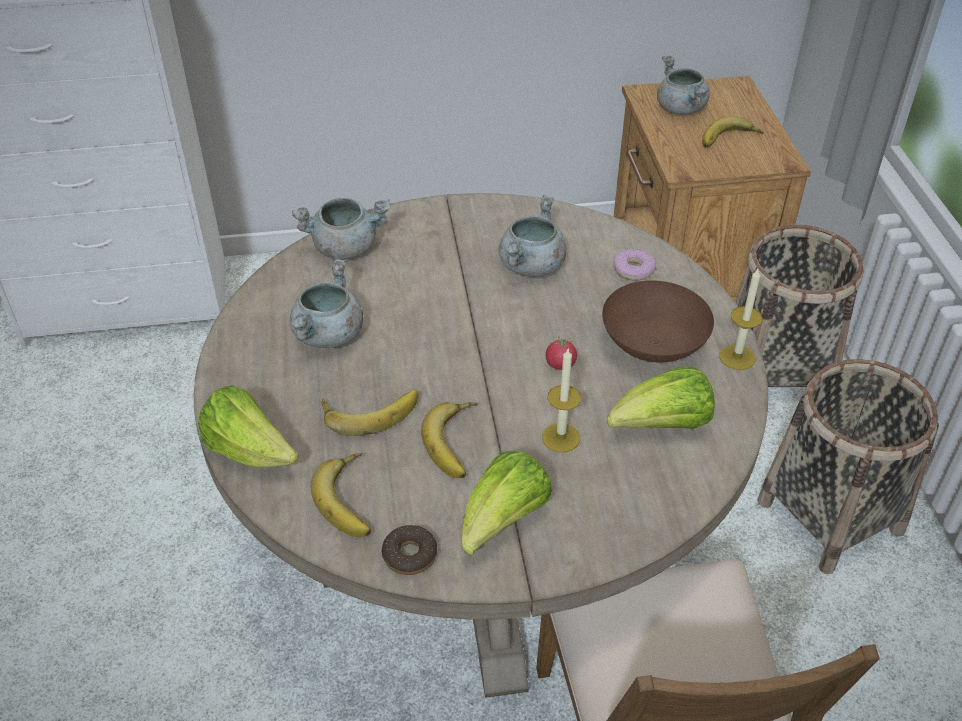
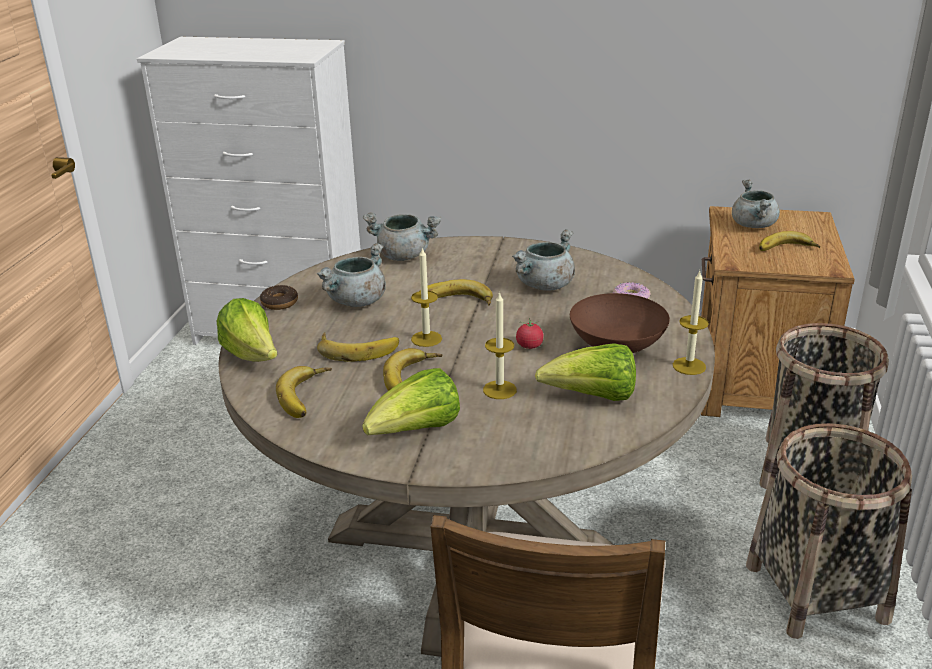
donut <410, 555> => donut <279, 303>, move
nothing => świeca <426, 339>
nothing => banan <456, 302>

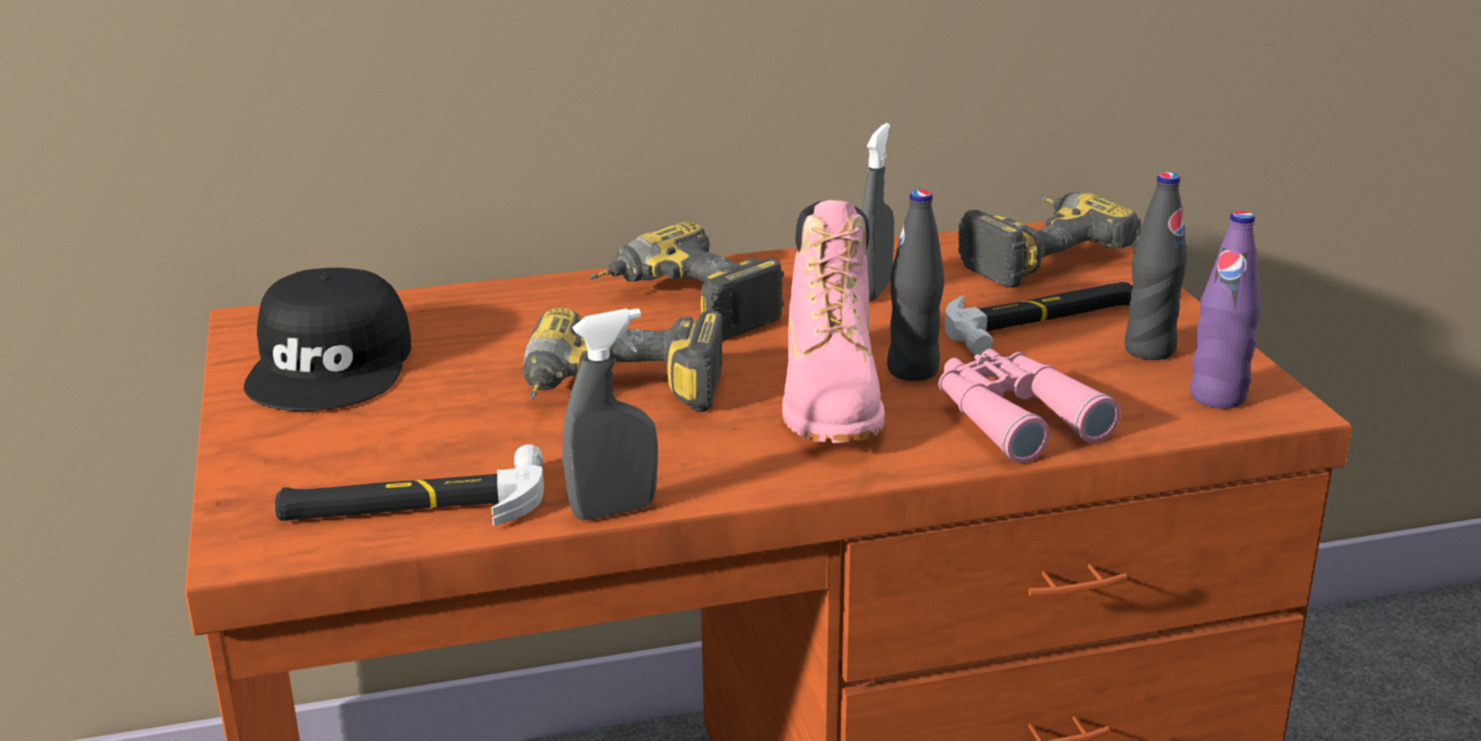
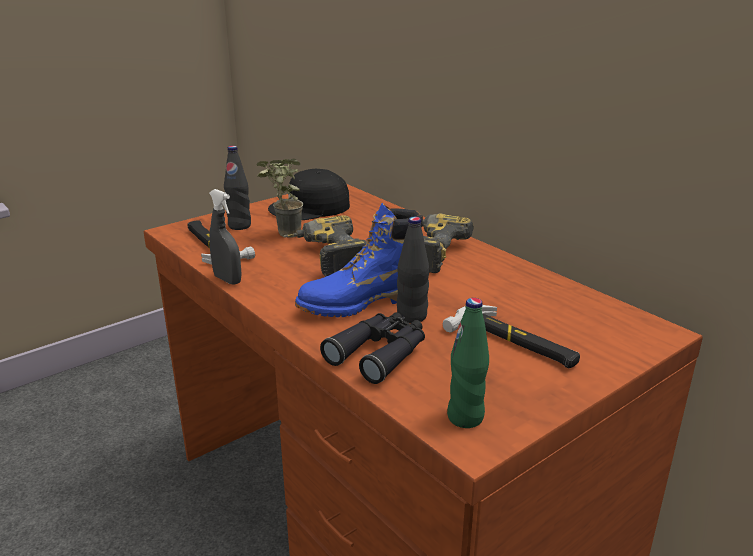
butelka [czarny] <1149, 350> => butelka [czarny] <239, 226>, move
nothing => roślina doniczkowa <283, 235>
but z cholewką [różowy] <831, 400> => but z cholewką [niebieski] <361, 303>
lornetka [różowy] <1014, 418> => lornetka [czarny] <380, 353>
butelka [fioletowy] <1217, 397> => butelka [zielony] <465, 417>
spryskiwacz [szary] <874, 291> => nothing
wiertarka <1035, 255> => nothing

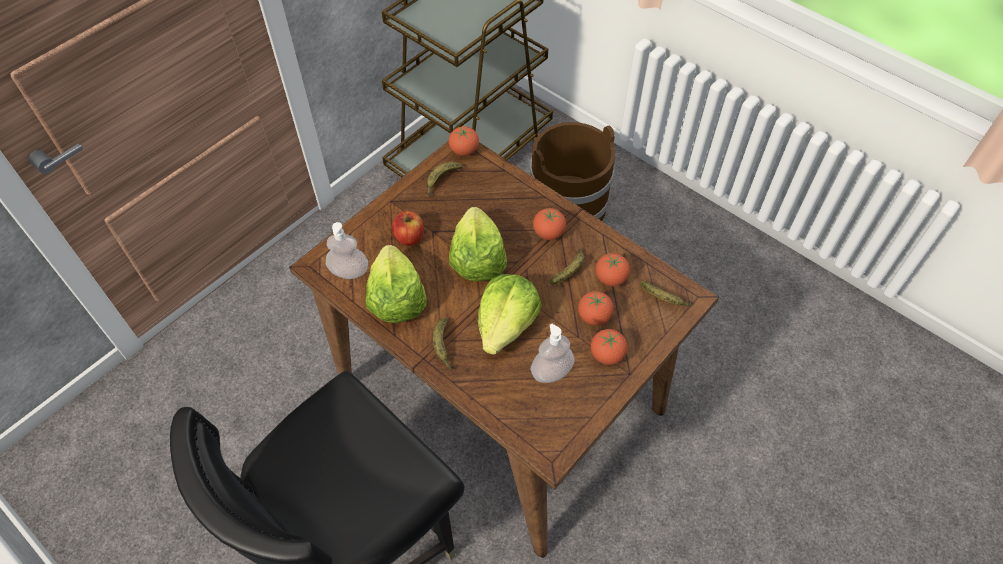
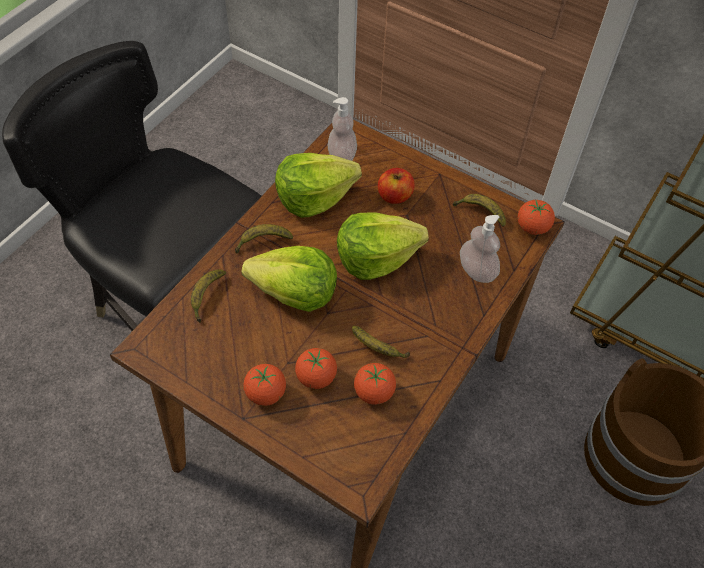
banan <663, 299> => banan <206, 297>, move
dozownik mydła <551, 372> => dozownik mydła <477, 271>, move
pomidor <548, 233> => nothing

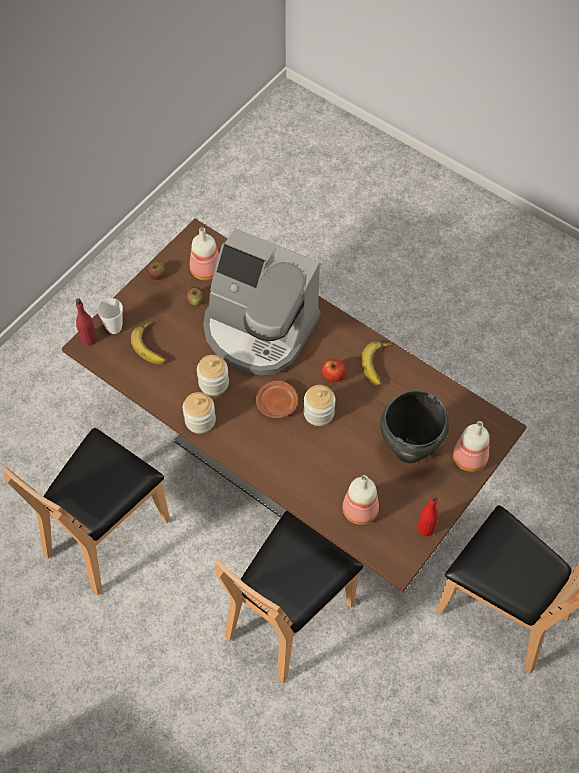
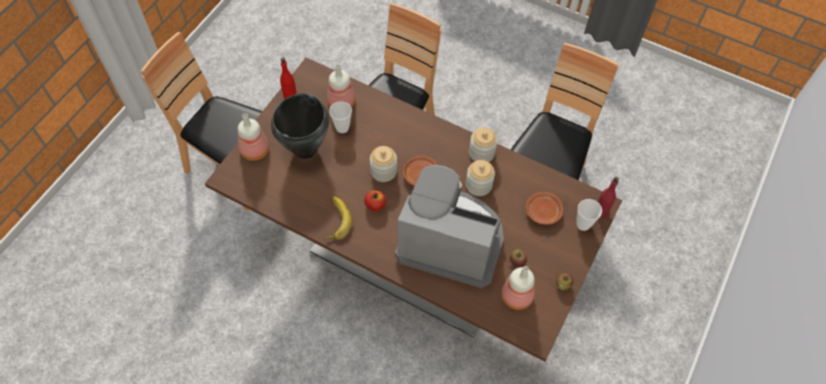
nothing => filiżanka <342, 128>
banan <152, 345> => talerz [brązowy] <543, 212>

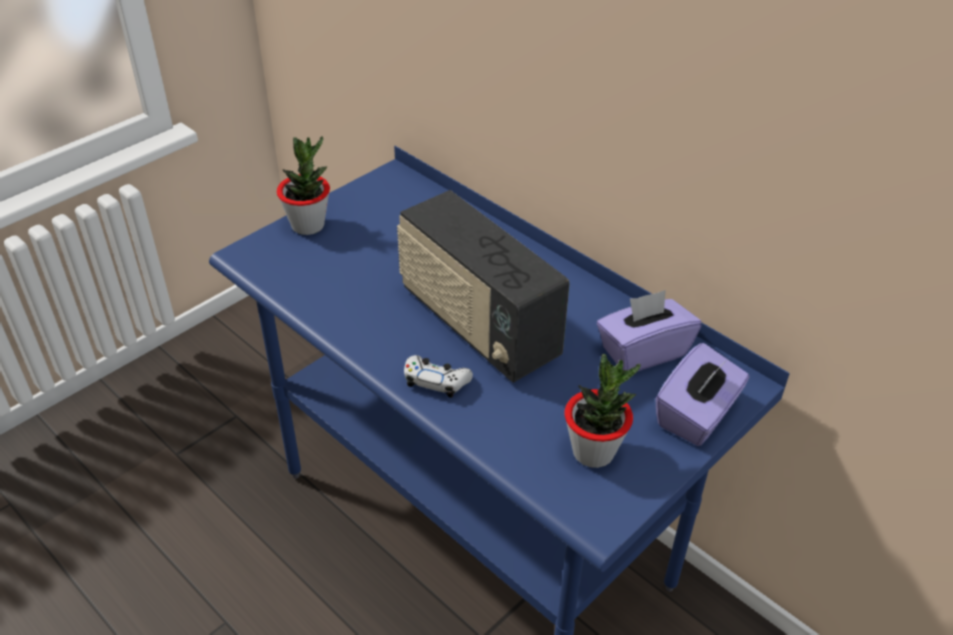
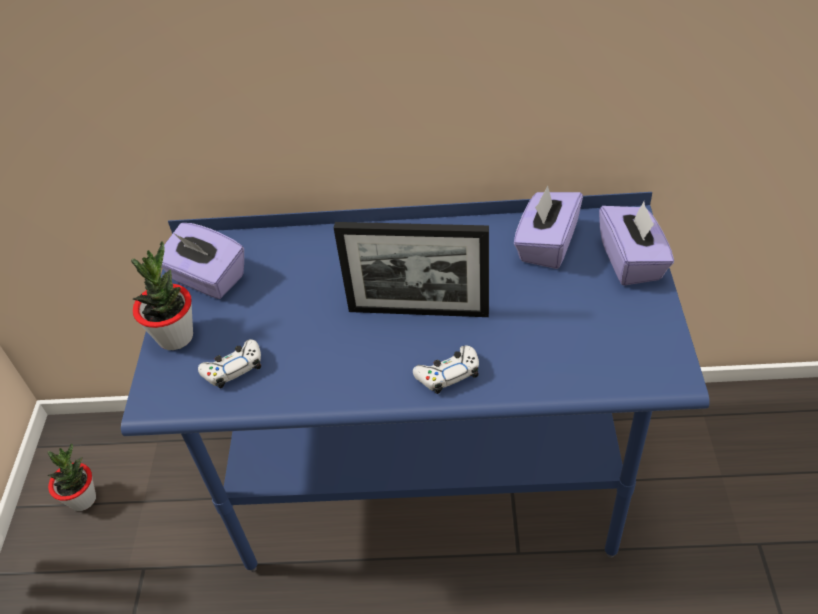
roślina doniczkowa <593, 452> => roślina doniczkowa <83, 499>, move
nothing => pudełko chusteczek [fioletowy] <207, 279>
nothing => pad do gier [biały] <233, 368>
radio <477, 325> => ramka na zdjęcie <418, 311>

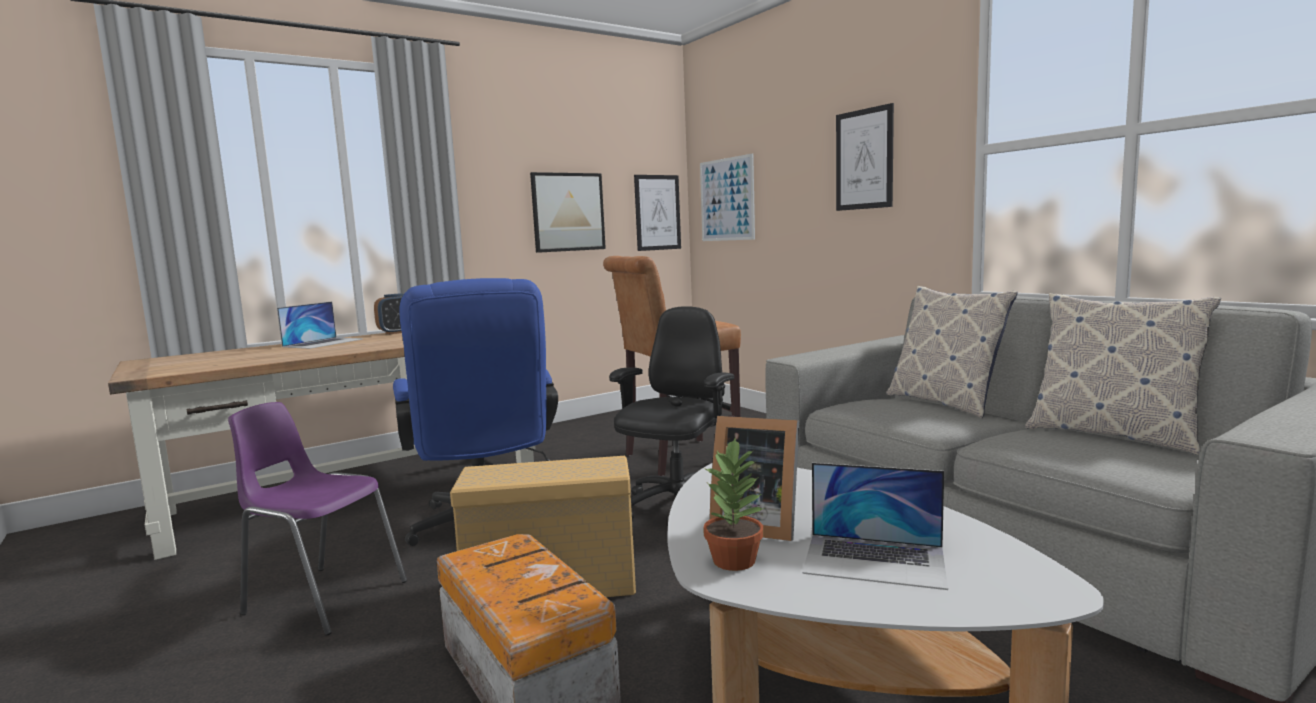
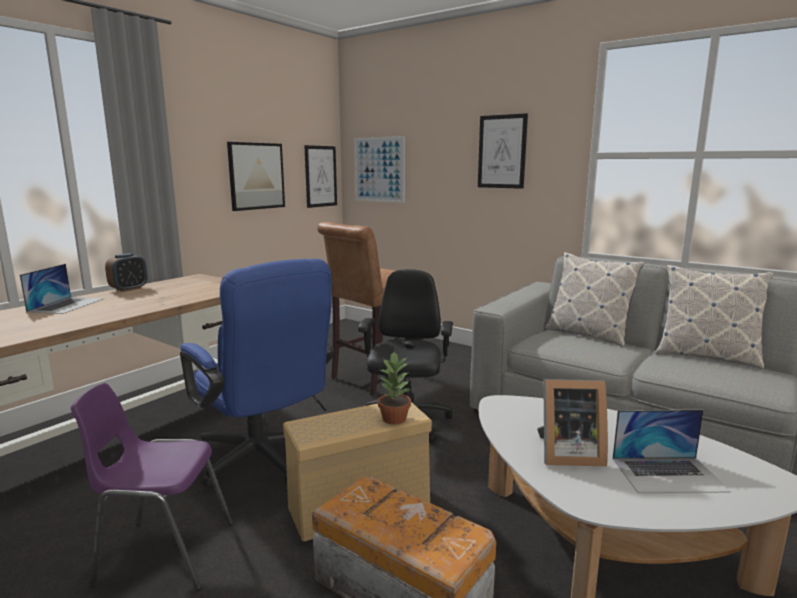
roślina doniczkowa <735, 560> => roślina doniczkowa <395, 418>, move

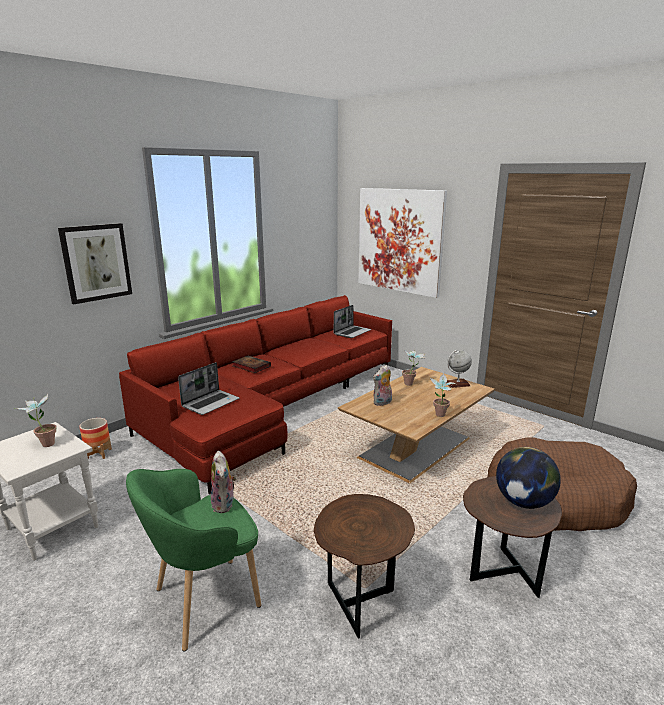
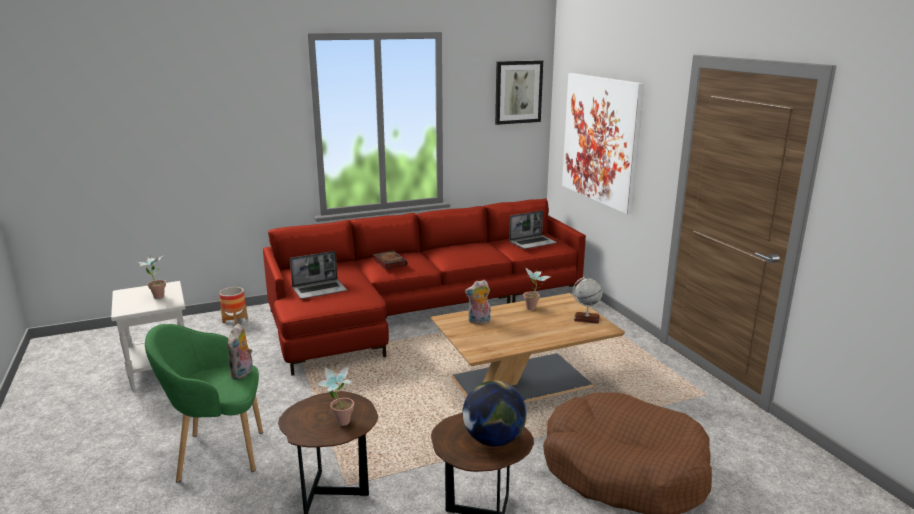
roślina doniczkowa <440, 416> => roślina doniczkowa <339, 424>, move
obraz <96, 262> => obraz <518, 92>, move

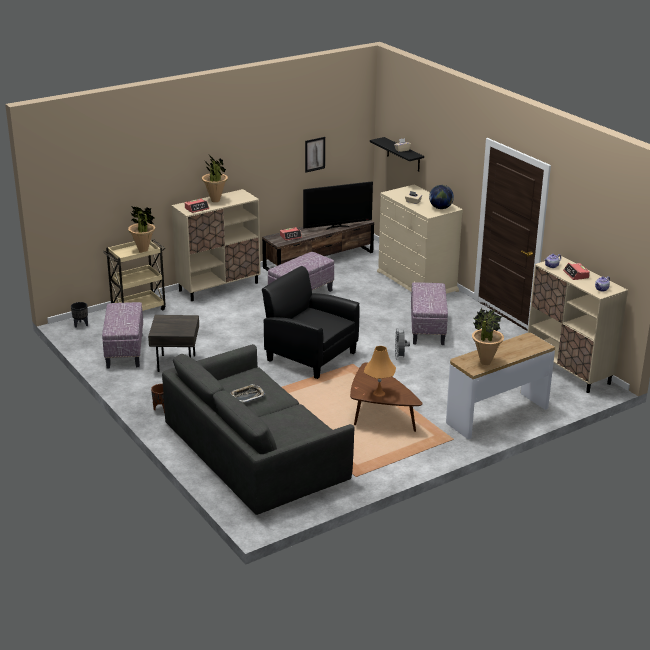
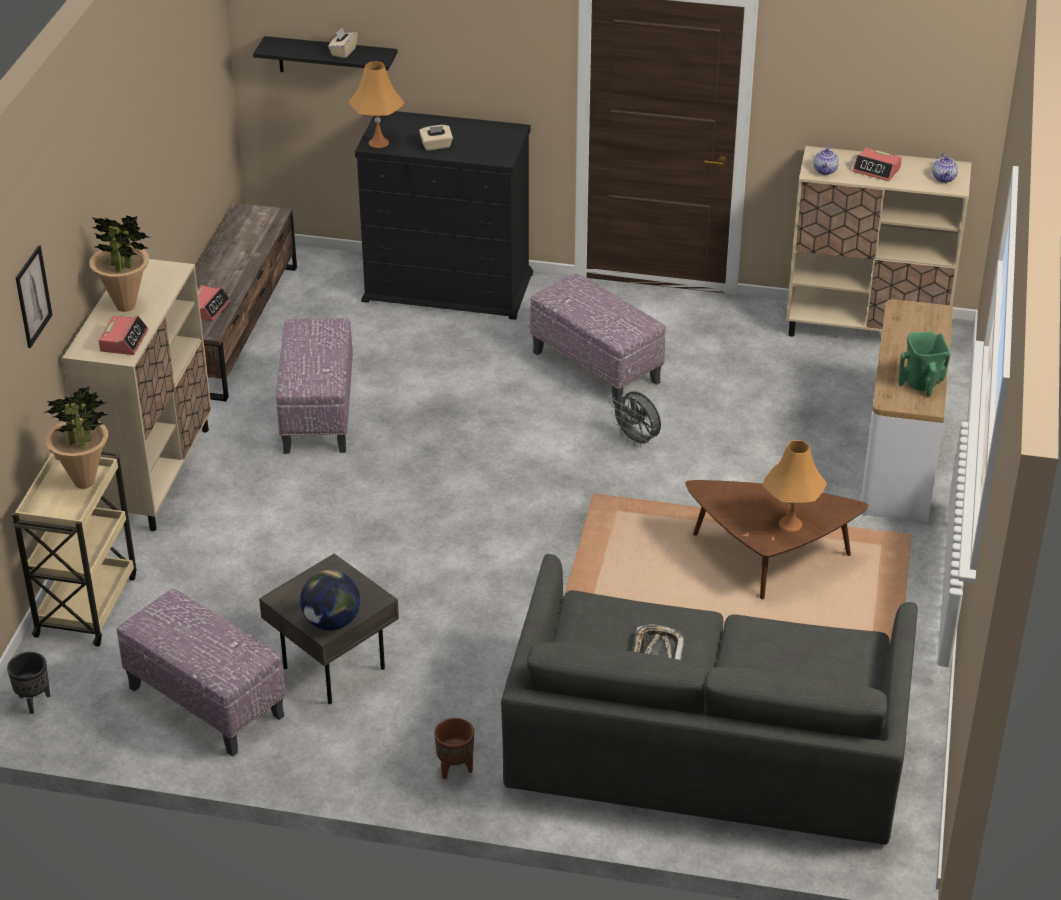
obraz <315, 154> => obraz <33, 296>, move
globus <440, 208> => globus <332, 622>, move
nothing => lampa stołowa [pomarańczowy] <378, 143>
komoda [beżowy] <417, 281> => komoda [czarny] <448, 287>
roślina doniczkowa <485, 362> => wazon [zielony] <921, 384>
fotel [czarny] <310, 356> => nothing
telewizor <337, 227> => nothing

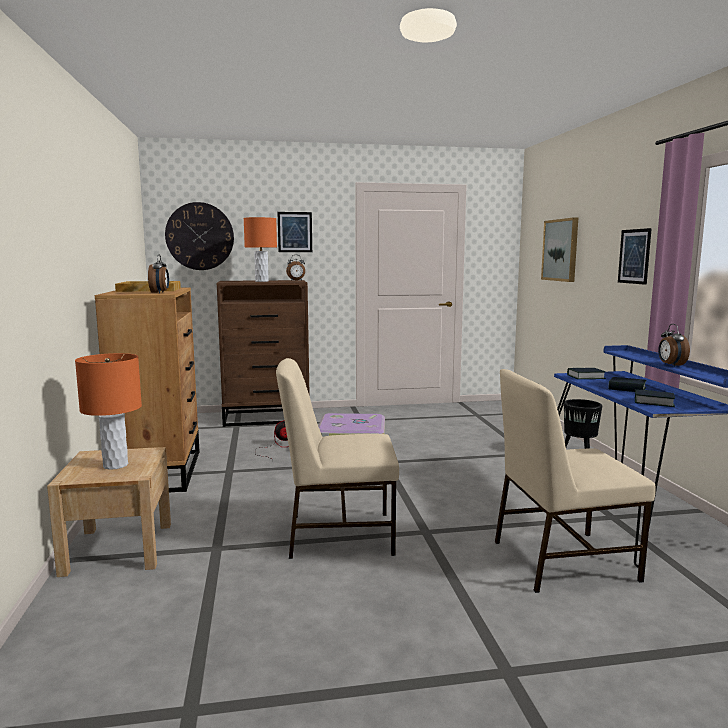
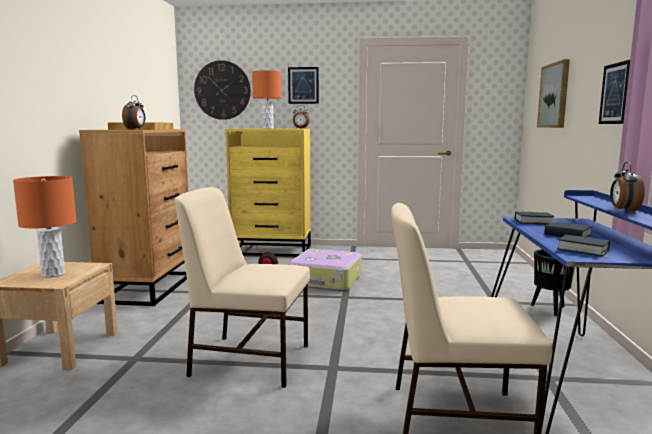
komoda [brązowy] <267, 417> => komoda [żółty] <272, 250>

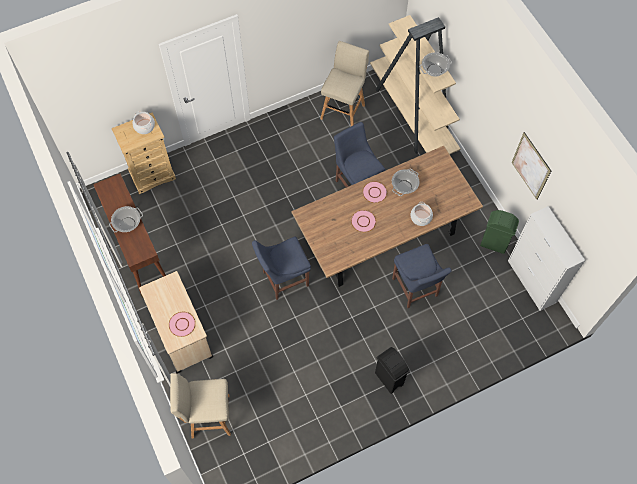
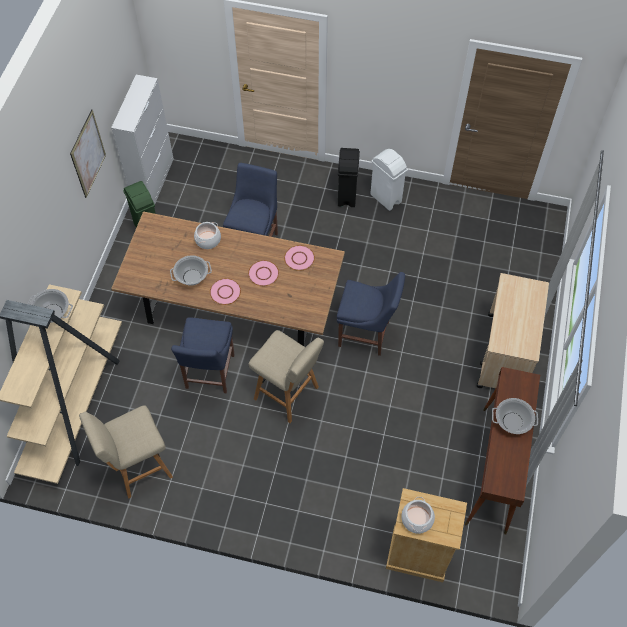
stołek [beżowy] <208, 416> => stołek [beżowy] <288, 394>, move
talerz [różowy] <182, 324> => talerz [różowy] <299, 258>, move
nothing => kosz na śmieci [biały] <386, 198>

